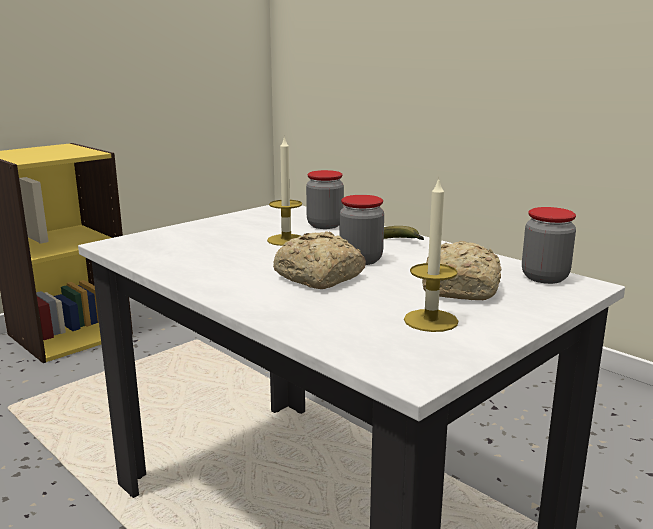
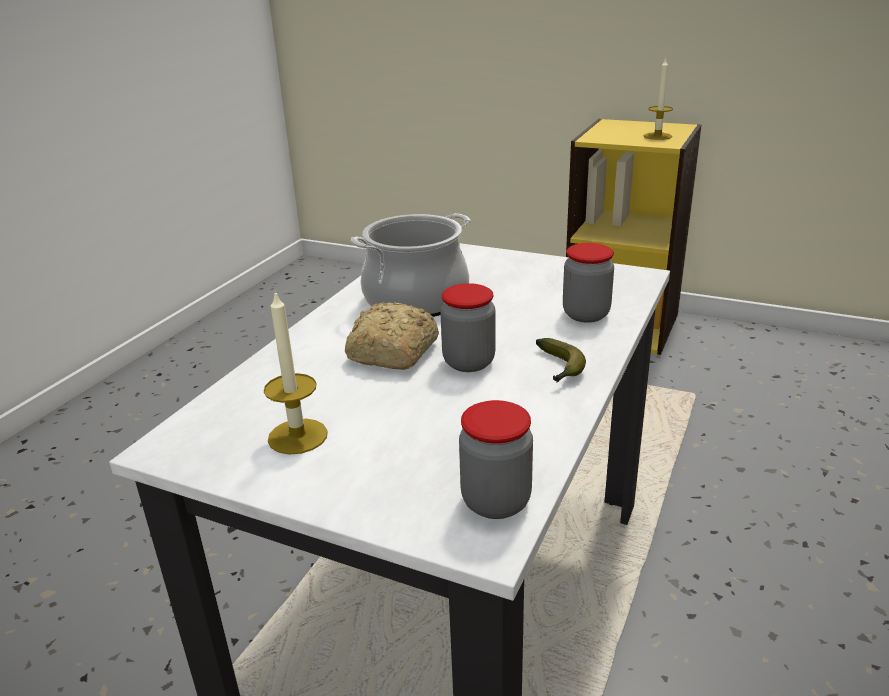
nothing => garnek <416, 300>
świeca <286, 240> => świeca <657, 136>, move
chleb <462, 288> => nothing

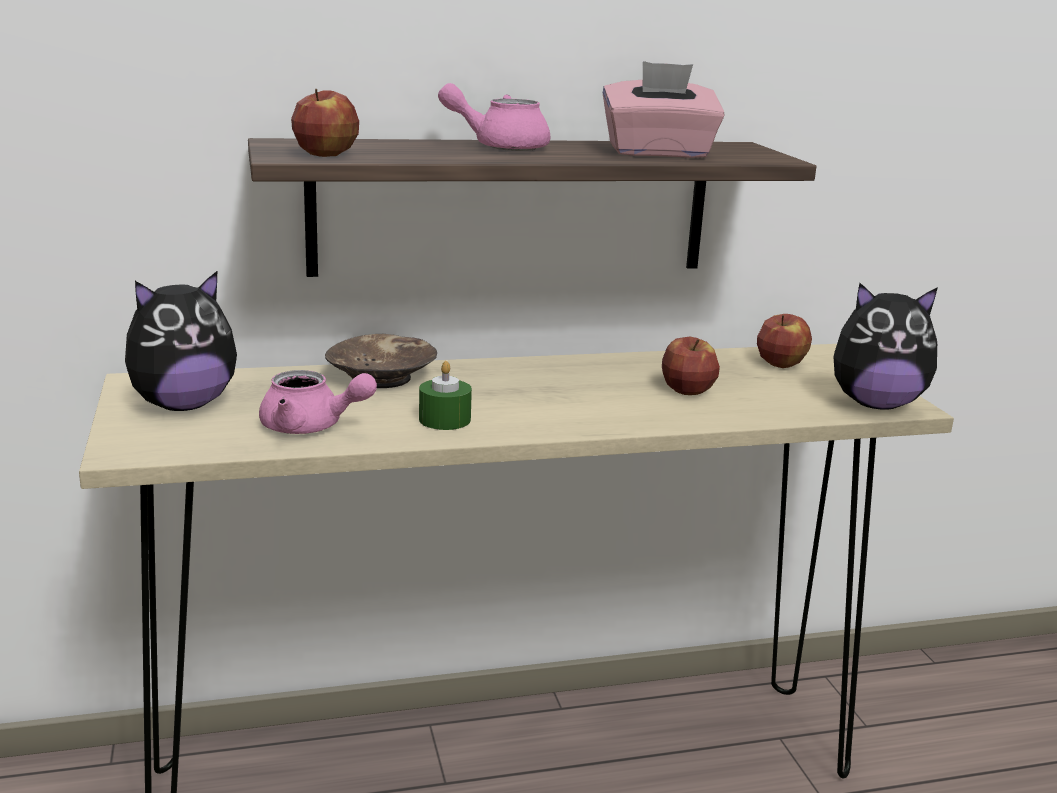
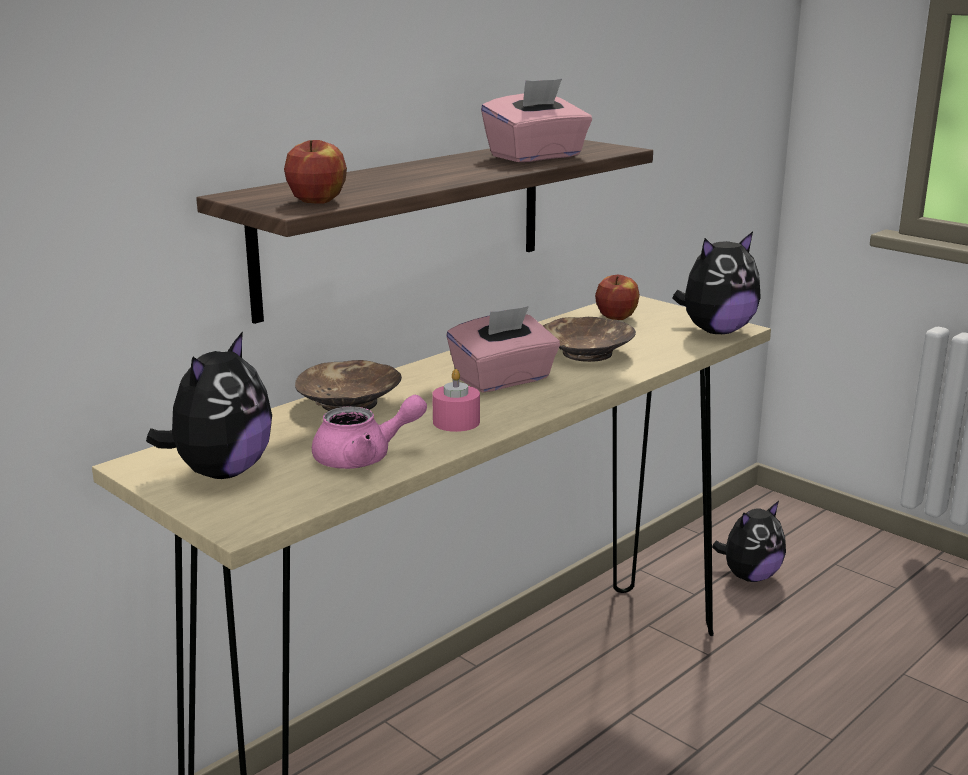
świeca [zielony] <444, 419> => świeca [różowy] <456, 422>
nothing => pudełko chusteczek [różowy] <503, 380>
jabłko <687, 390> => miska [brązowy] <587, 352>
nothing => pluszak <749, 576>
imbryk [różowy] <500, 146> => nothing

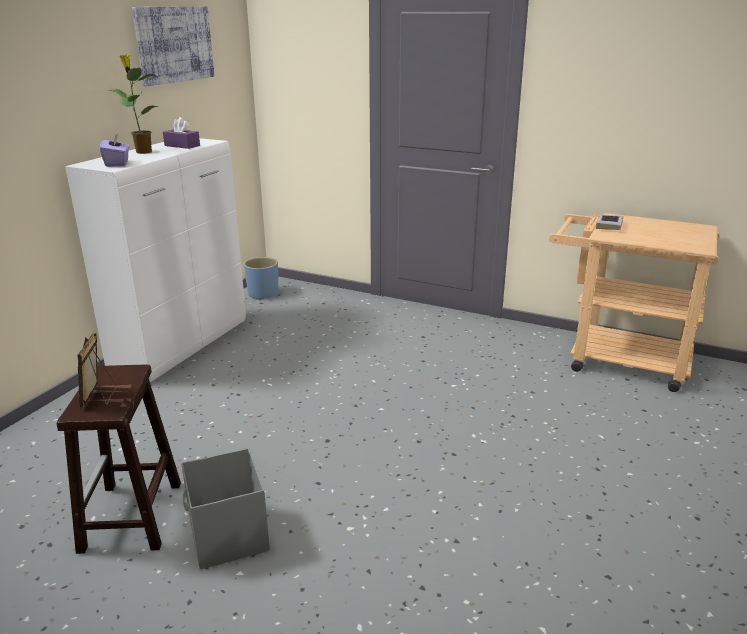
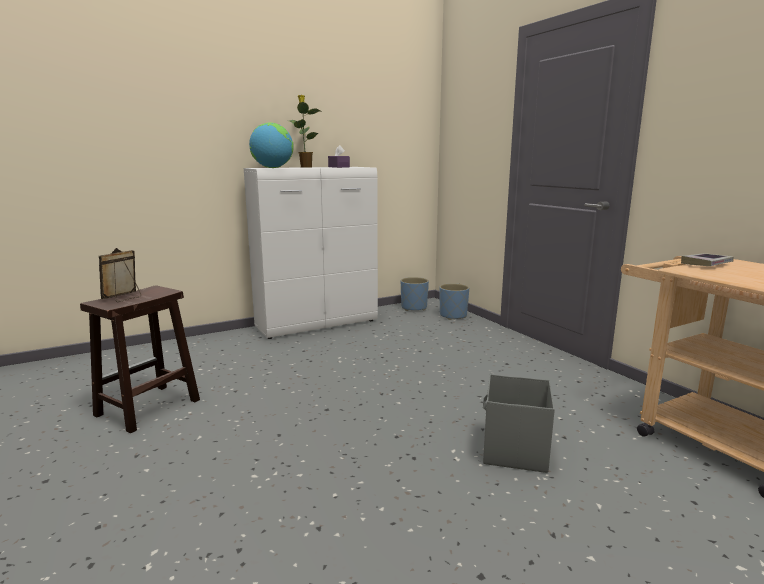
pudełko chusteczek [fioletowy] <117, 163> => globus <272, 168>
nothing => donica [niebieski] <453, 316>
pojemnik do przechowywania [szary] <228, 537> => pojemnik do przechowywania [szary] <514, 451>, move
obraz <174, 44> => nothing

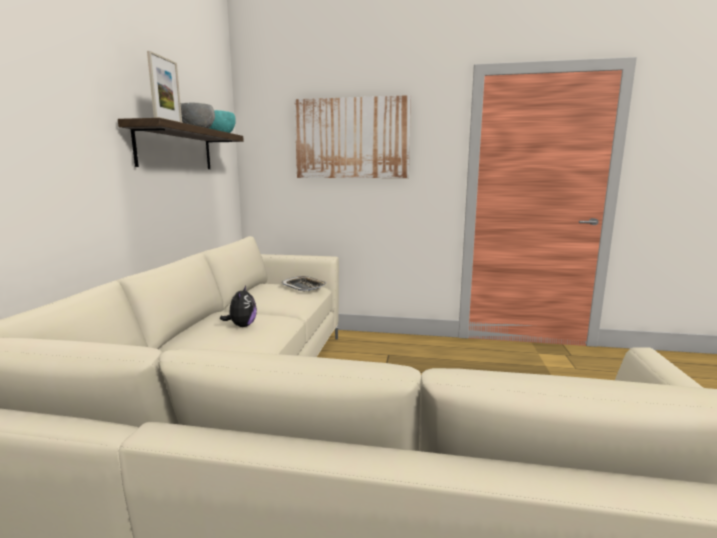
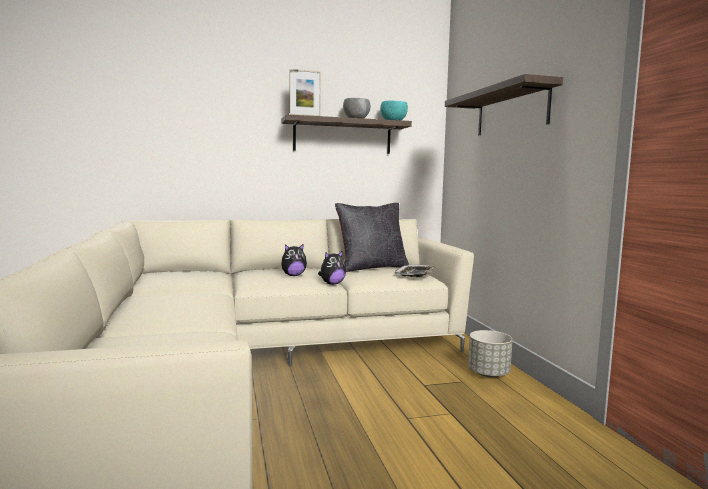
nothing => pluszak <332, 284>
nothing => poduszka [czarny] <372, 268>
obraz <352, 138> => półka <511, 111>
nothing => donica [szary] <489, 374>

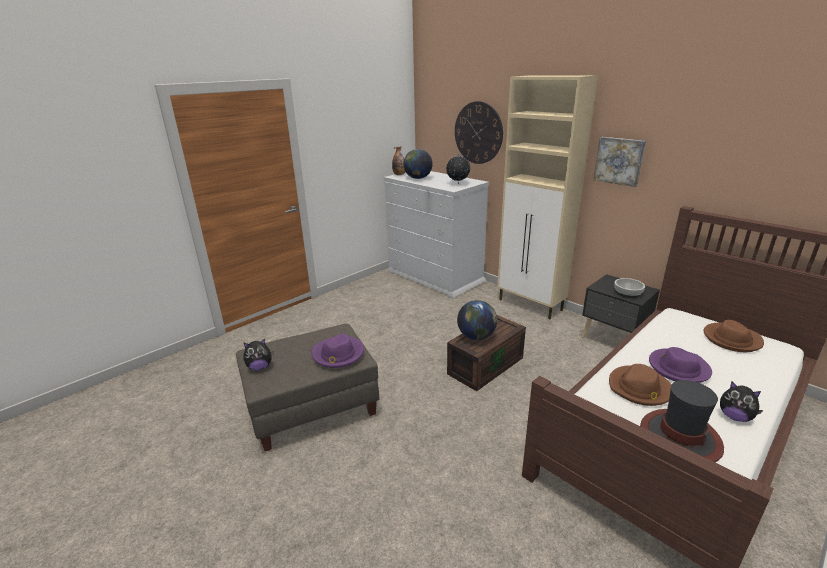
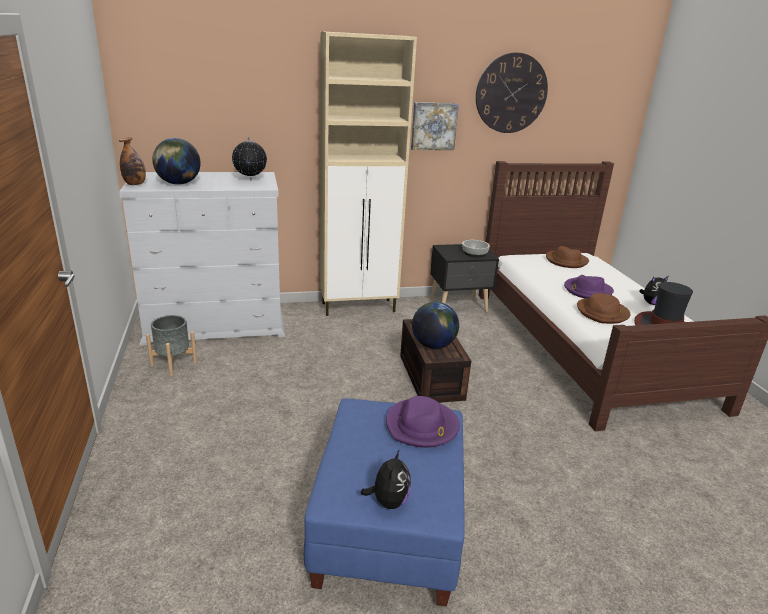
nothing => donica [szary] <173, 364>
pufa [szary] <312, 407> => pufa [niebieski] <387, 529>
zegar ścienny <478, 133> => zegar ścienny <511, 93>, move

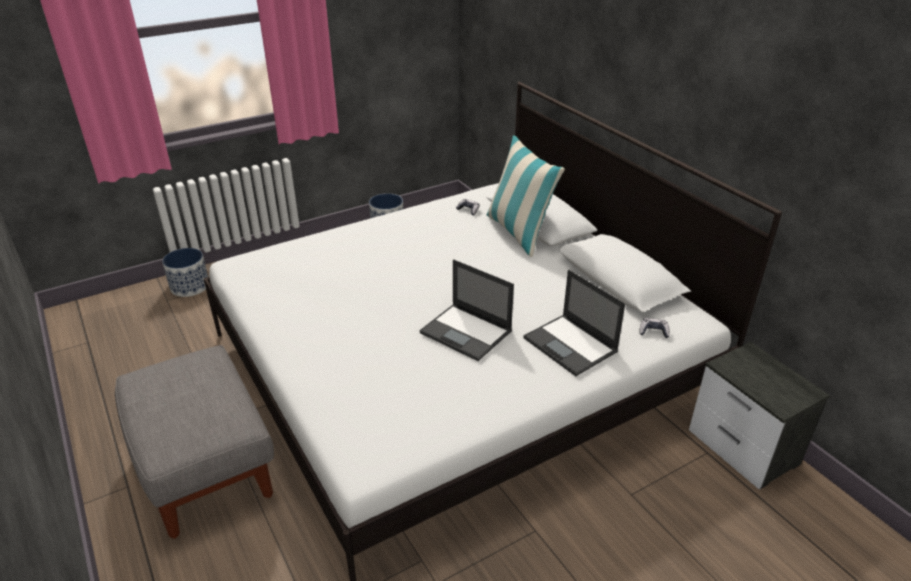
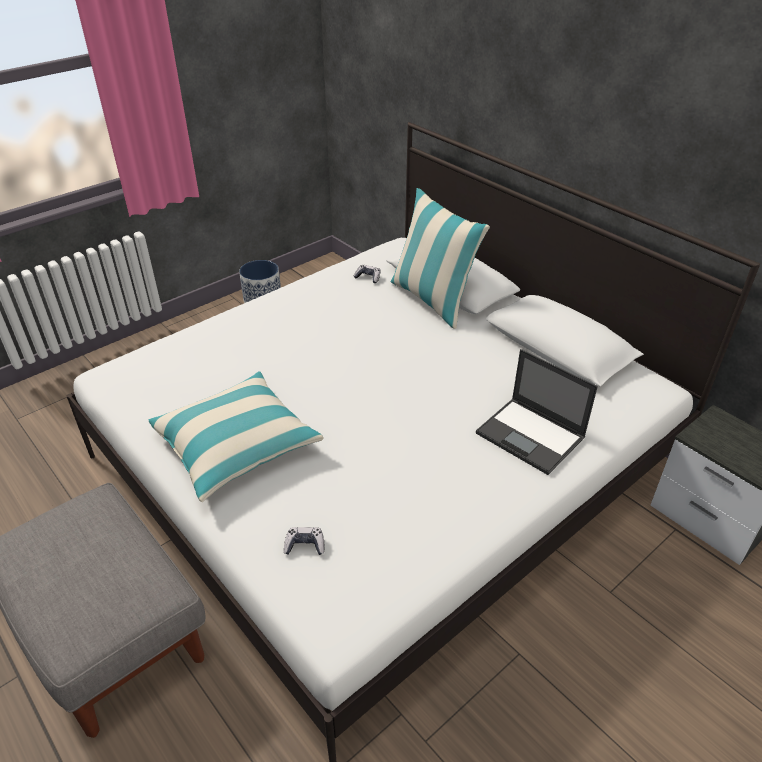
nothing => poduszka <236, 445>
pad do gier <653, 331> => pad do gier <305, 545>, move
donica <190, 286> => nothing
laptop <467, 332> => nothing

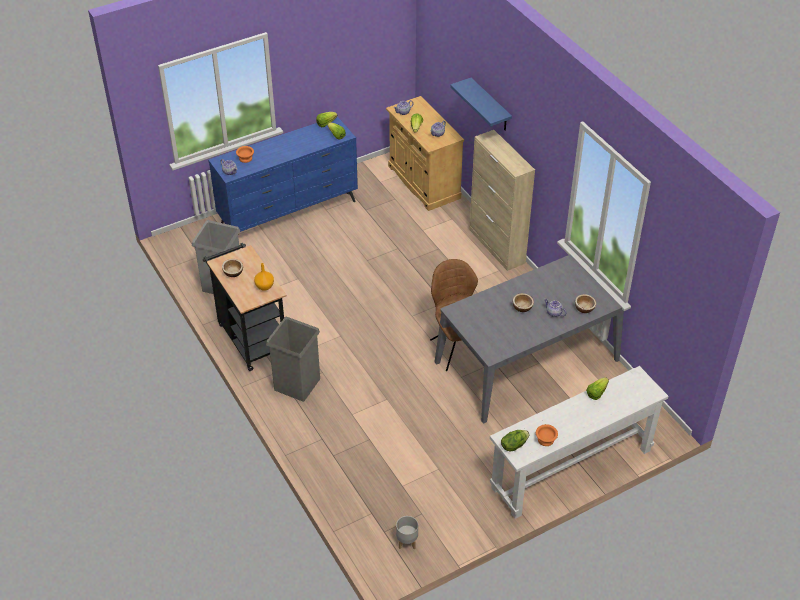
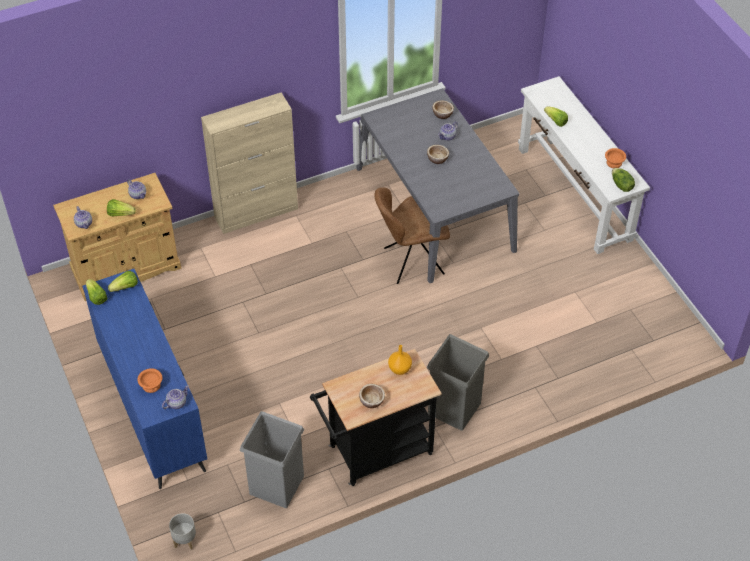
donica [szary] <406, 542> => donica [szary] <185, 541>, move
półka [niebieski] <490, 105> => nothing

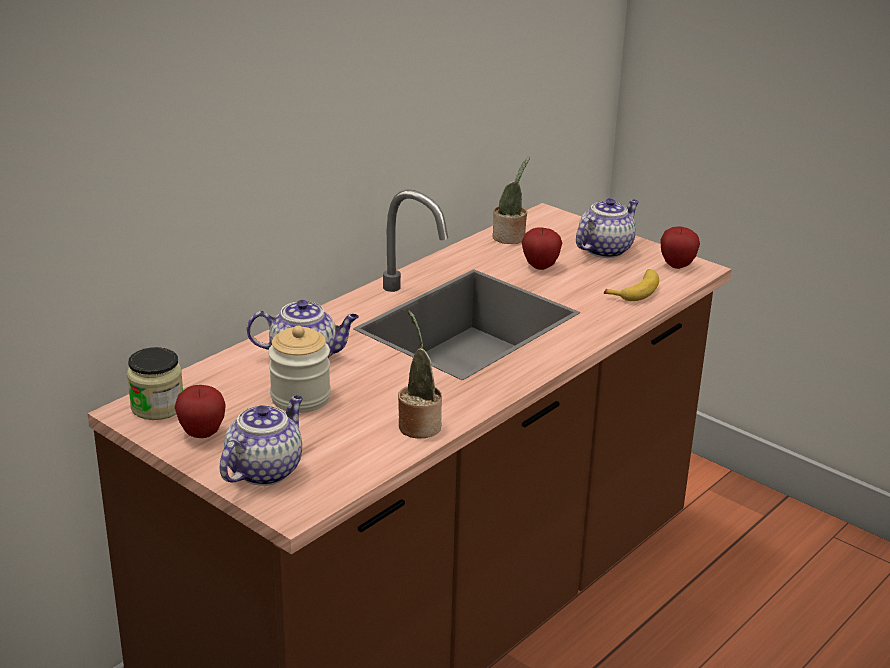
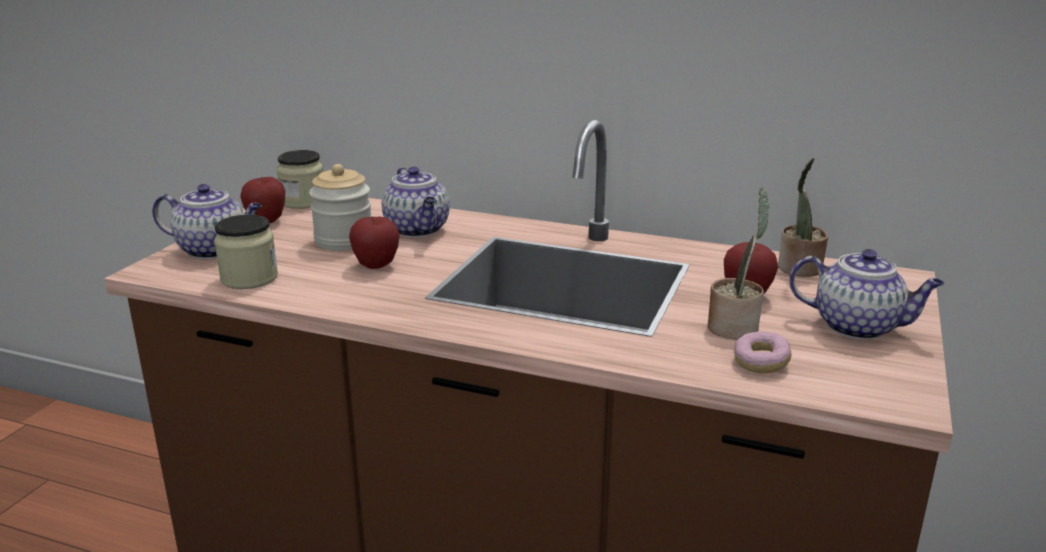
nothing => słoik <249, 278>
jabłko <677, 265> => jabłko <376, 266>, move
roślina doniczkowa <418, 425> => roślina doniczkowa <735, 327>, move
banan <635, 290> => donut <760, 363>

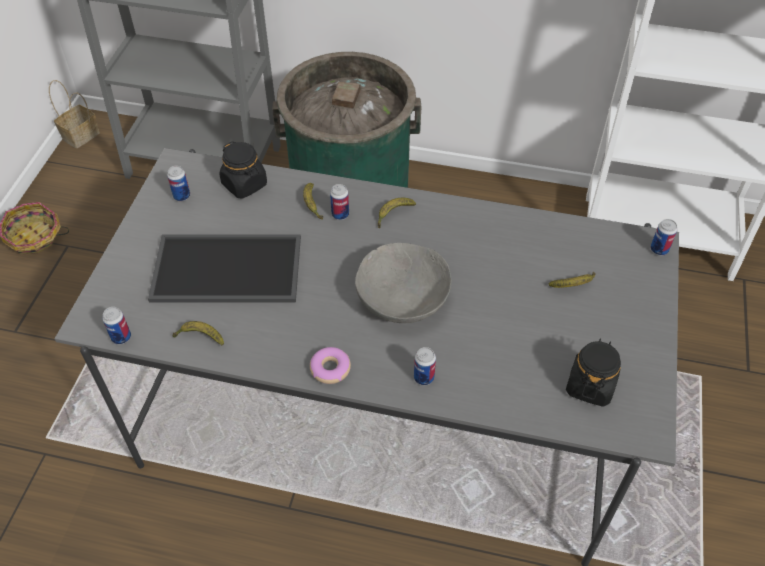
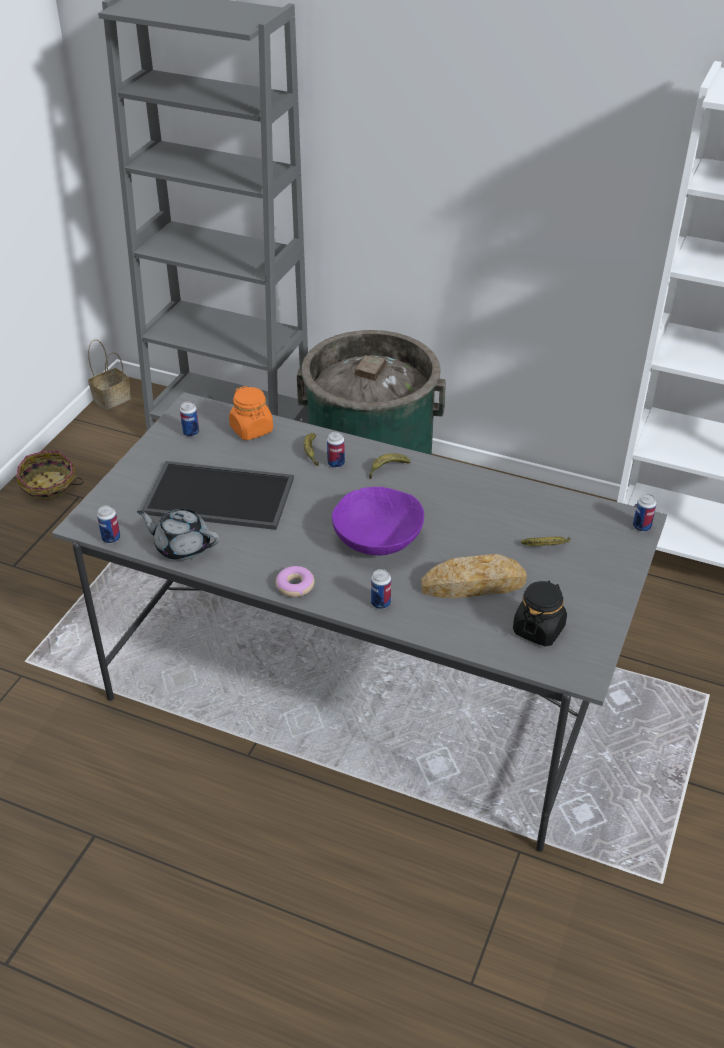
banan <200, 337> => imbryk [szary] <182, 547>
słoik [czarny] <245, 184> => słoik [pomarańczowy] <252, 429>
miska [szary] <402, 298> => miska [fioletowy] <377, 538>
nothing => chleb <473, 584>

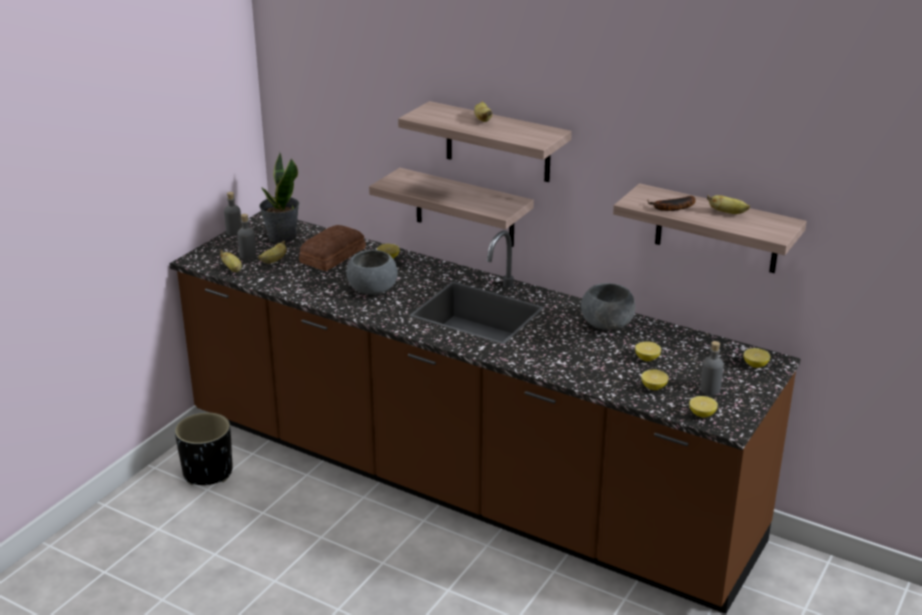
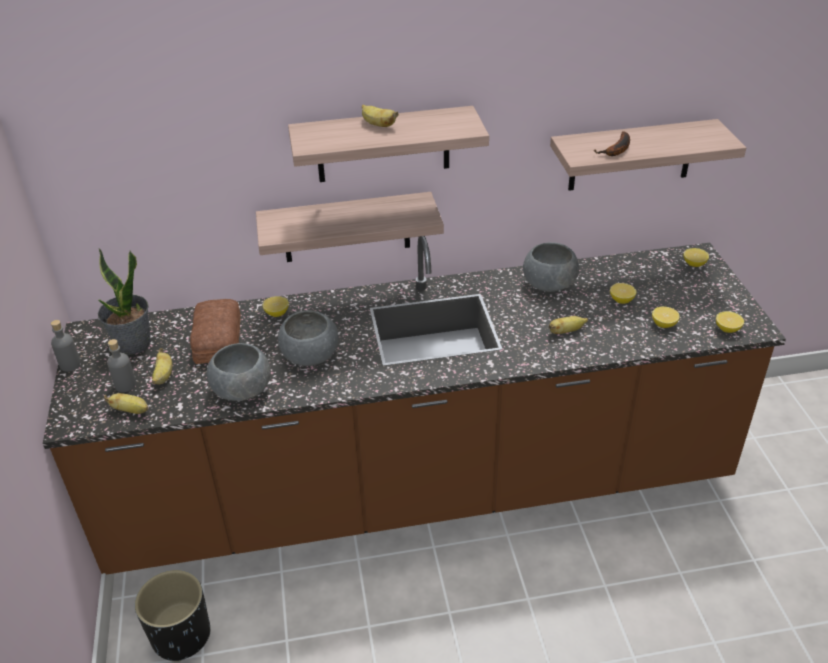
nothing => miska [szary] <242, 390>
banan <727, 213> => banan <566, 331>, move
butelka [szary] <710, 389> => nothing

